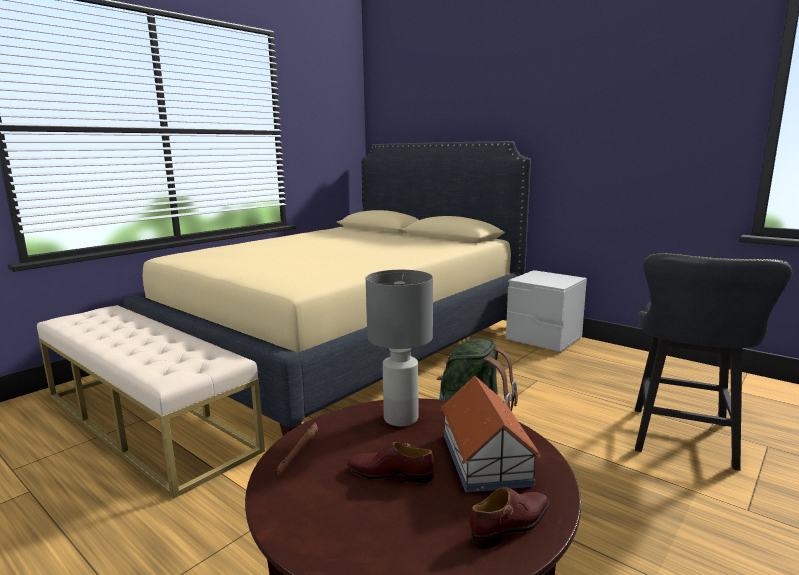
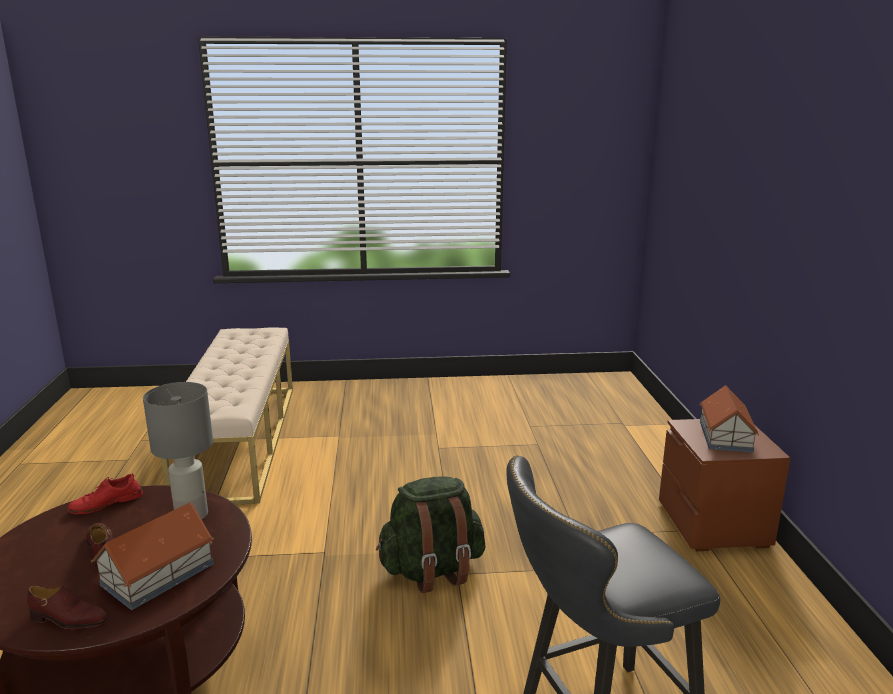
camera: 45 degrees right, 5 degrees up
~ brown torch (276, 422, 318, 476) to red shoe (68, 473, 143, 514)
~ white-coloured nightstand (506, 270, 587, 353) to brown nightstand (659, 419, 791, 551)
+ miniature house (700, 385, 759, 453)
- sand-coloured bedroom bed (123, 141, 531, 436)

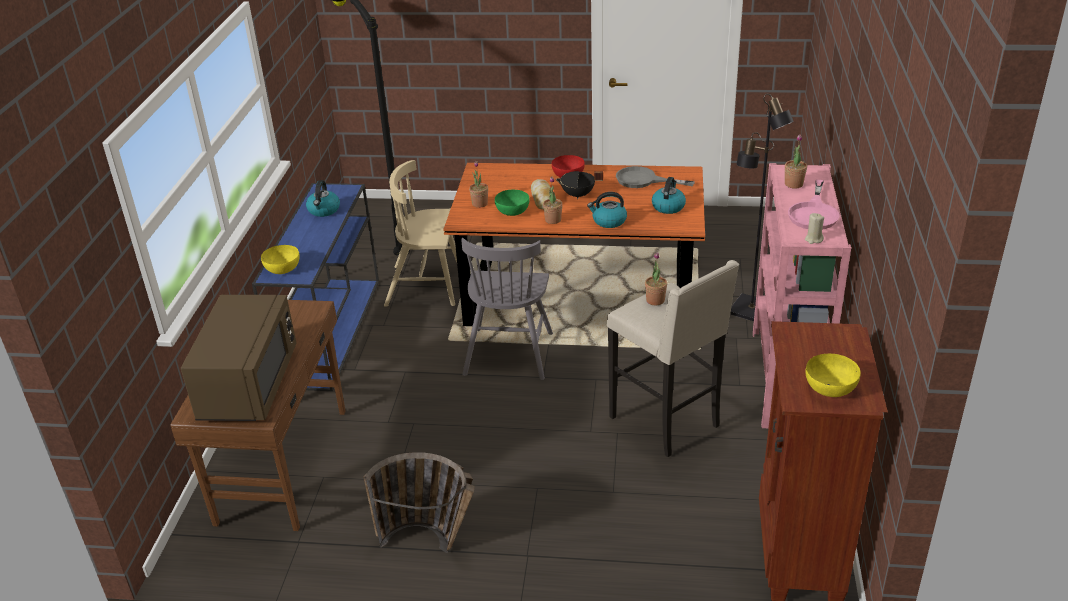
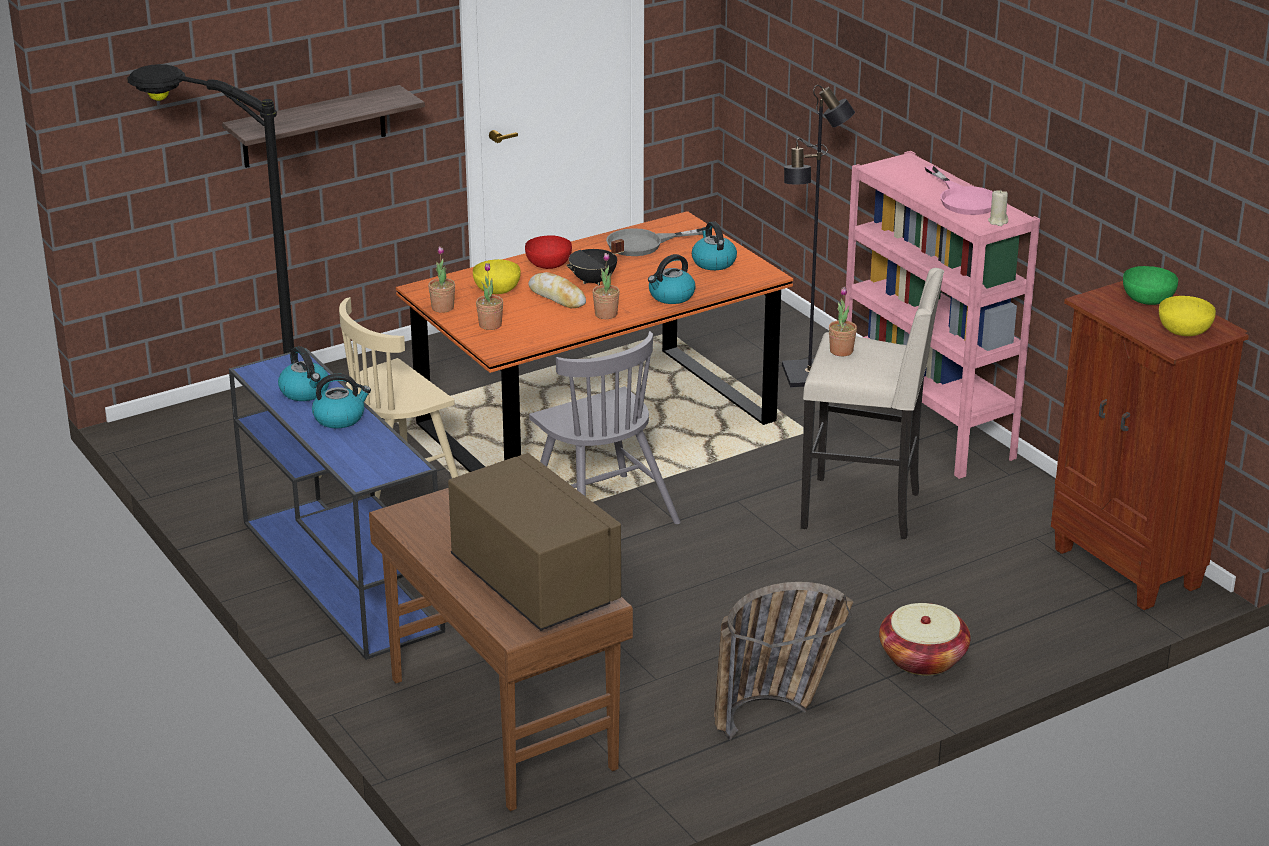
camera: 40 degrees left, 5 degrees down
+ bracket shelf (222, 85, 425, 168)
+ kettle (312, 374, 371, 428)
~ plant in a pot (785, 134, 807, 189) to (428, 246, 455, 313)
~ yellowish serving bowl (261, 245, 300, 274) to (473, 259, 521, 294)
+ storage basket (879, 603, 971, 676)
~ green-coloured serving bowl (495, 190, 529, 216) to (1123, 266, 1178, 305)

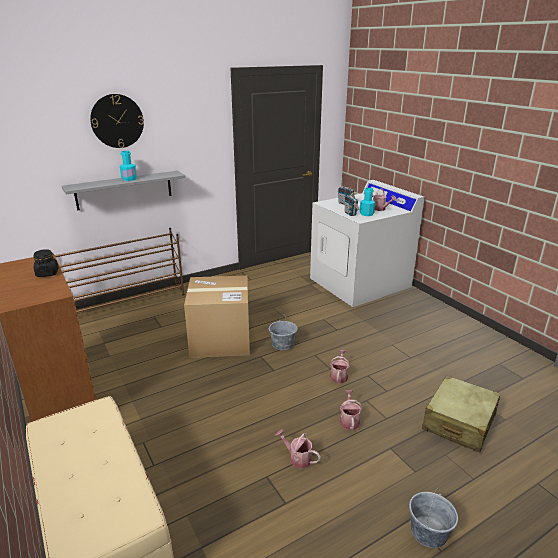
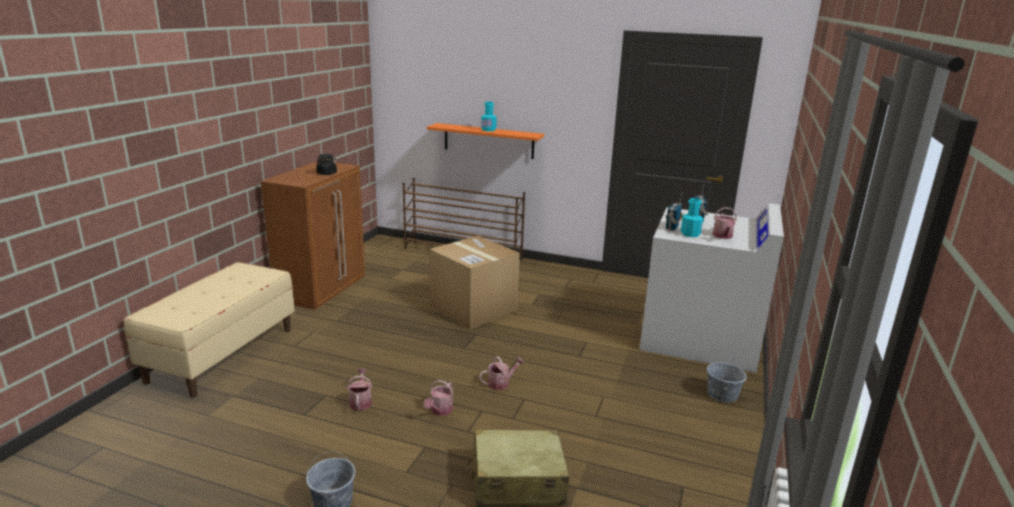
camera: 50 degrees right, 5 degrees down
~ sprinkling can (340, 390, 362, 430) = (424, 380, 453, 416) 150 degrees clockwise
~ gray bracket shelf (62, 171, 186, 211) to orange bracket shelf (427, 123, 544, 159)
~ gray bucket (269, 317, 298, 350) to (707, 354, 747, 403)
- hanging clock (90, 94, 144, 148)

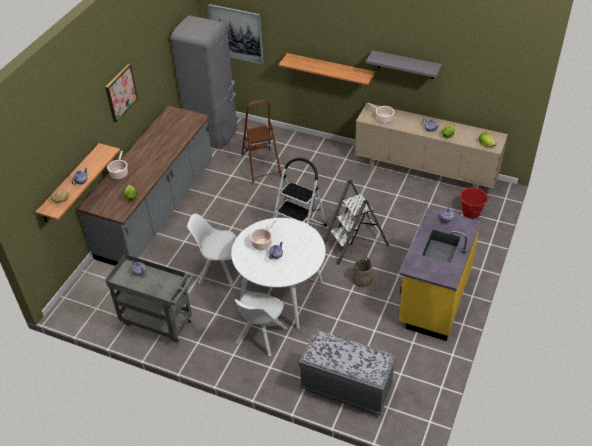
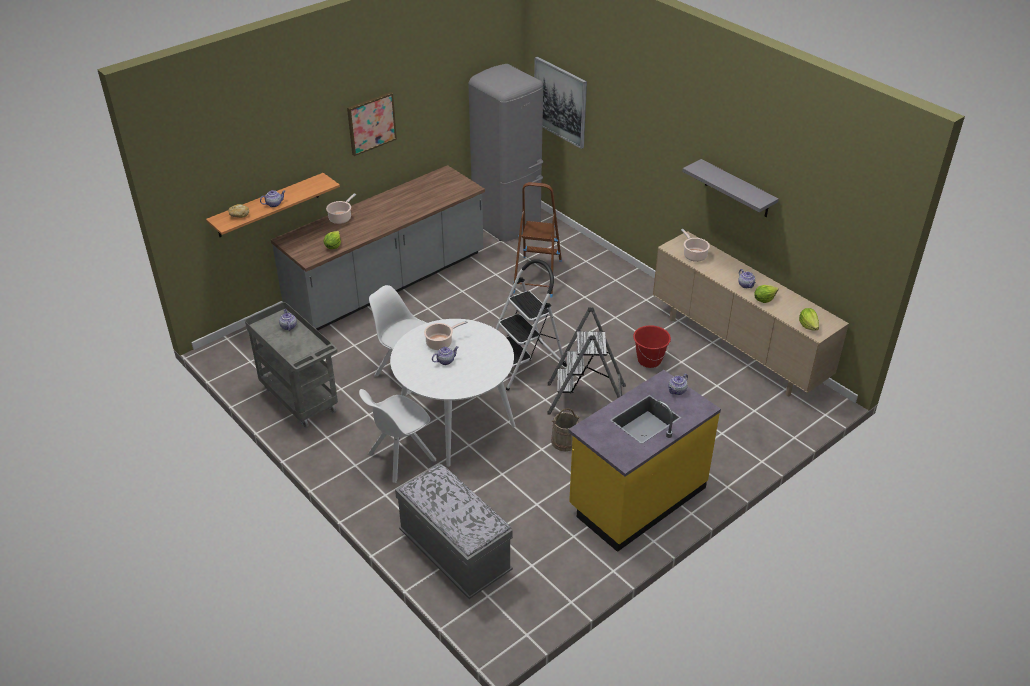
camera: 25 degrees right, 5 degrees down
~ red bucket (460, 187, 488, 219) to (633, 325, 671, 368)
- bracket shelf (278, 53, 375, 86)

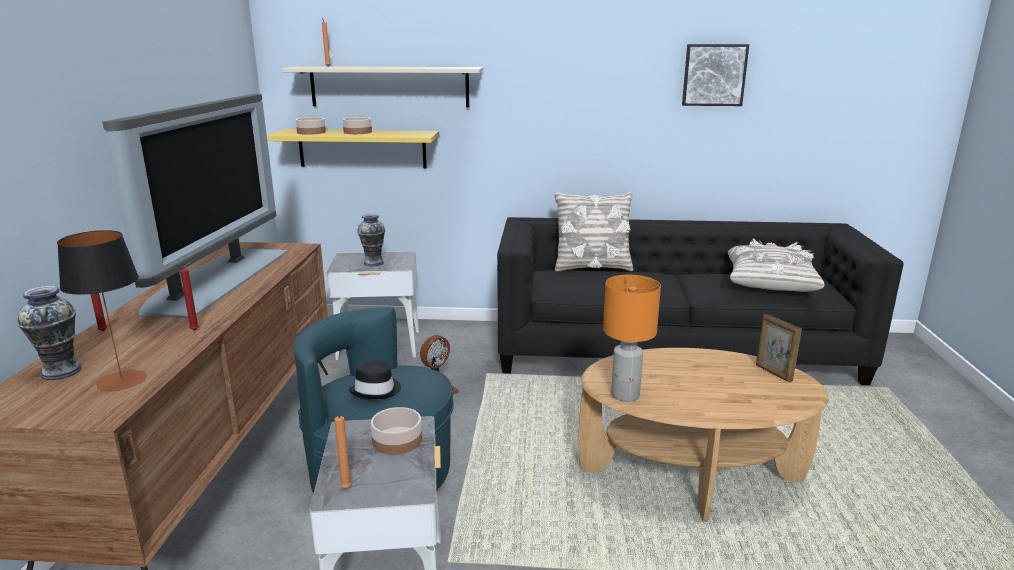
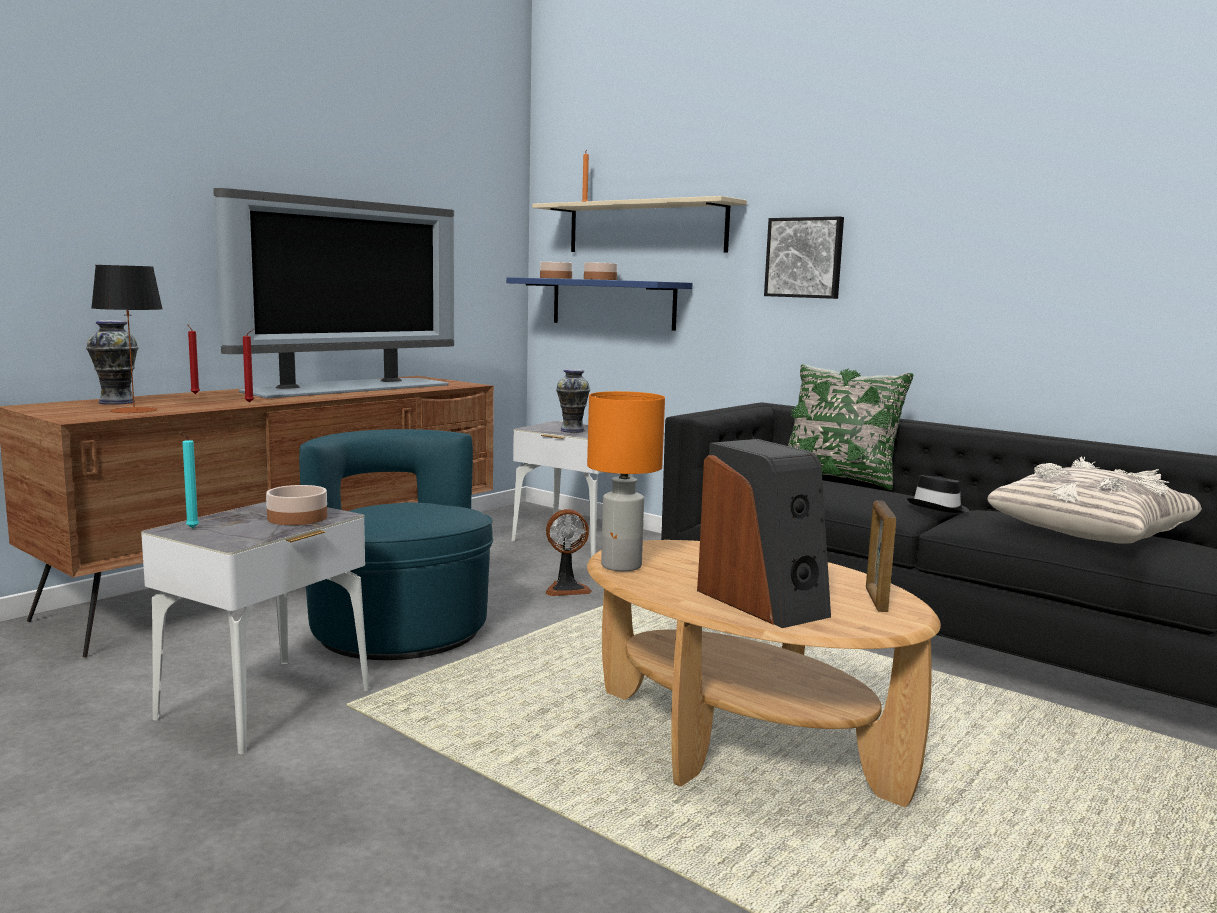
camera: 35 degrees right, 10 degrees down
~ orange candle (334, 414, 352, 488) to turquoise-coloured candle (179, 433, 199, 528)
~ yellowish bracket shelf (267, 129, 439, 169) to blue bracket shelf (506, 277, 693, 331)
+ speaker (697, 439, 831, 628)
~ wall art (682, 44, 749, 106) to (764, 216, 844, 299)
~ sand-coloured throw pillow (554, 192, 633, 272) to green-coloured throw pillow (788, 364, 913, 490)
~ black-coloured hat (349, 361, 401, 399) to (907, 475, 969, 513)

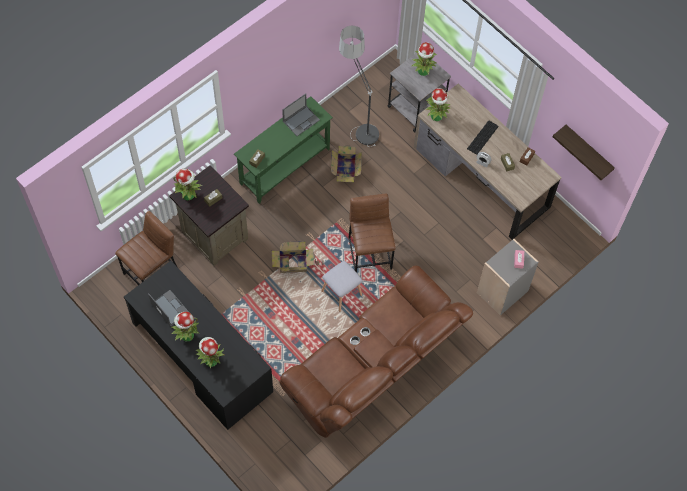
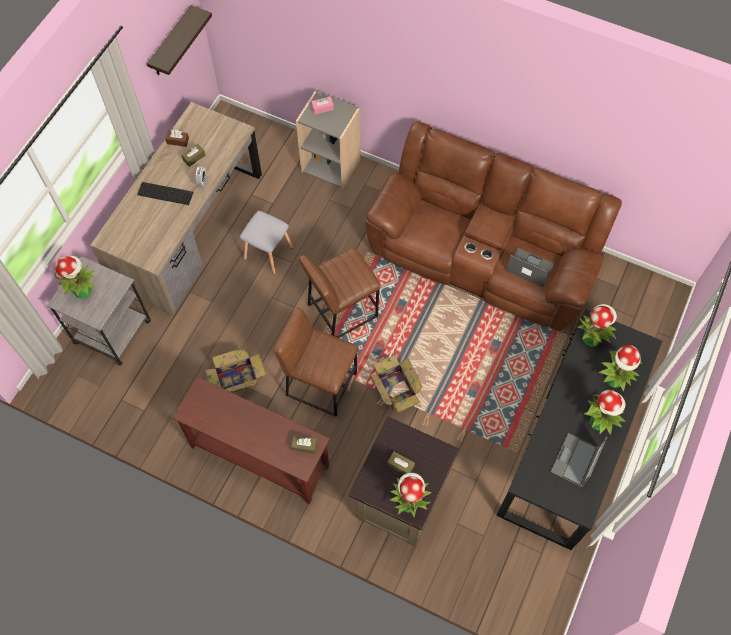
camera: 110 degrees left, 0 degrees up
~ green-coloured console table (234, 96, 333, 204) to brown console table (172, 377, 330, 505)
~ gray stool (321, 261, 362, 312) to (240, 211, 293, 275)
~ brown upright chair (115, 211, 177, 285) to (274, 307, 358, 417)
~ portable computer (282, 93, 320, 136) to (506, 248, 554, 287)
~ plant in a pot (425, 88, 450, 121) to (577, 304, 617, 347)
- standard lamp (339, 25, 379, 147)

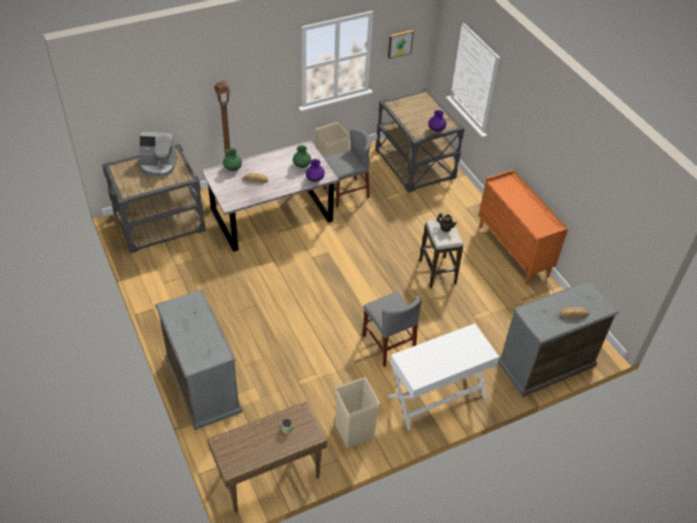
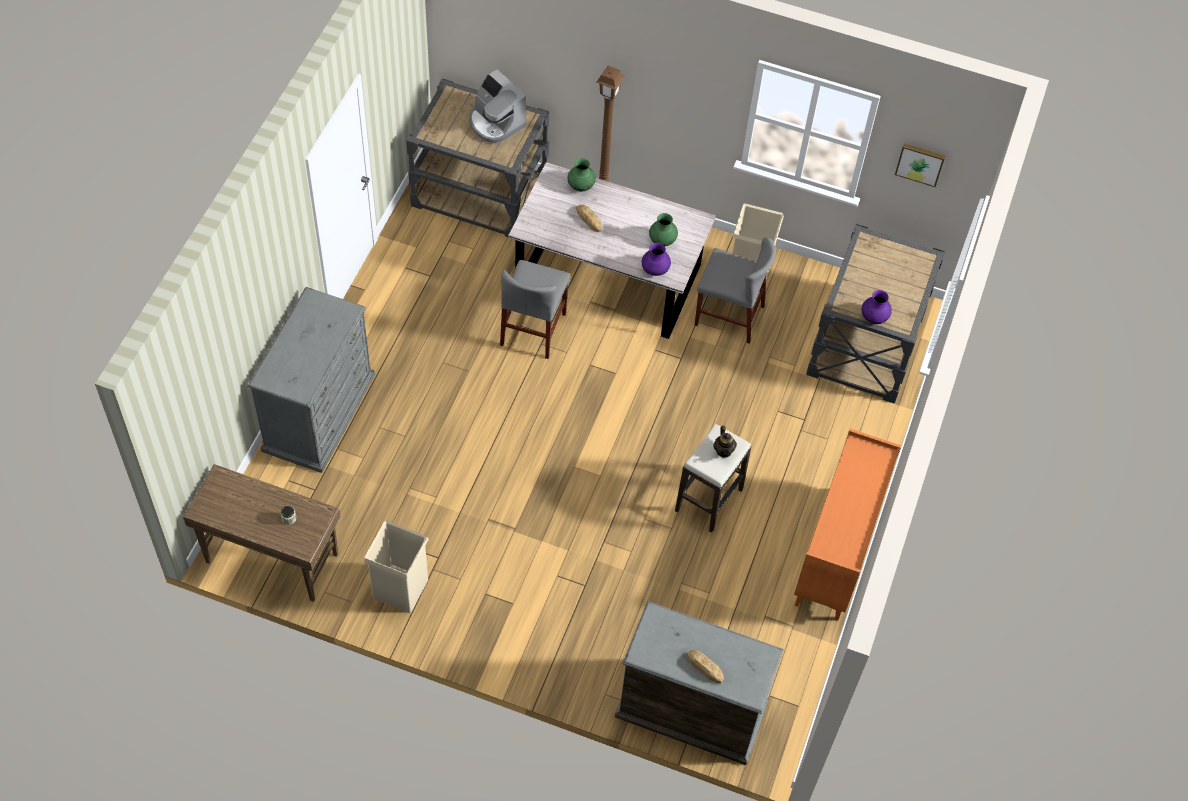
camera: 45 degrees right, 10 degrees up
~ gray upright chair (363, 292, 422, 367) to (500, 260, 571, 359)
- white-coloured console table (387, 323, 499, 430)

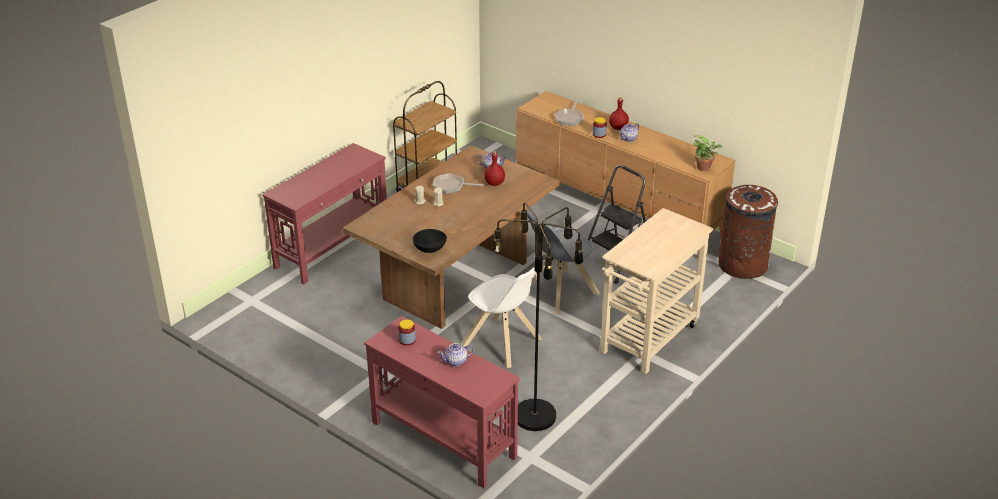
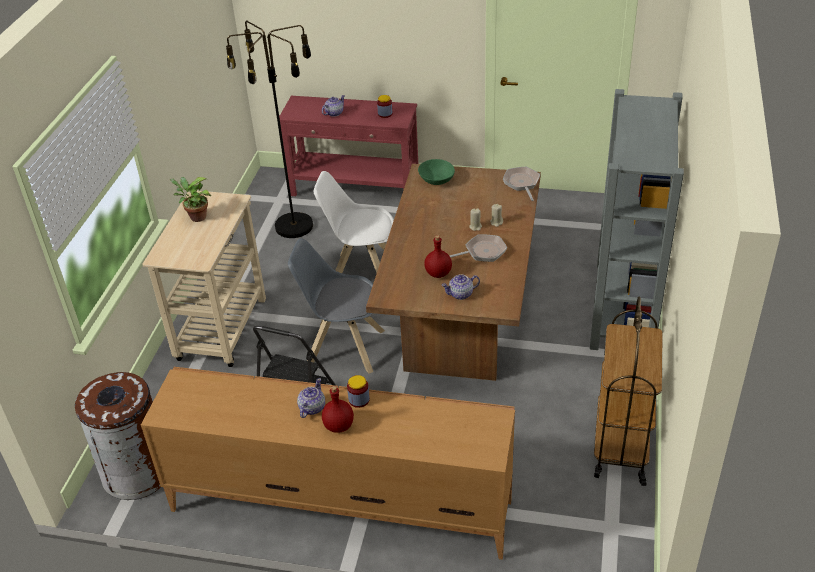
camera: 155 degrees right, 5 degrees up
~ plant in a pot (693, 135, 722, 171) to (170, 177, 211, 222)
~ gray upright chair (527, 210, 600, 314) = (288, 238, 385, 374) 105 degrees counterclockwise
~ black-coloured serving bowl (413, 229, 447, 253) to green-coloured serving bowl (418, 159, 455, 185)
~ frying pan (554, 101, 584, 126) to (503, 167, 540, 201)
~ red console table (262, 143, 387, 285) to gray bookshelf (590, 89, 684, 350)

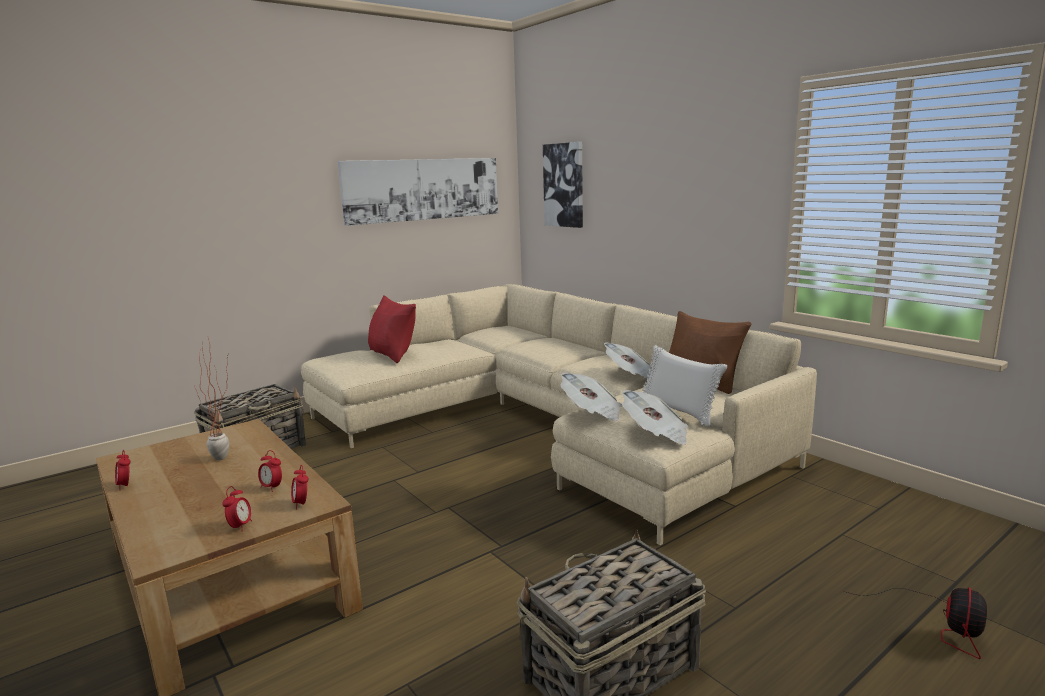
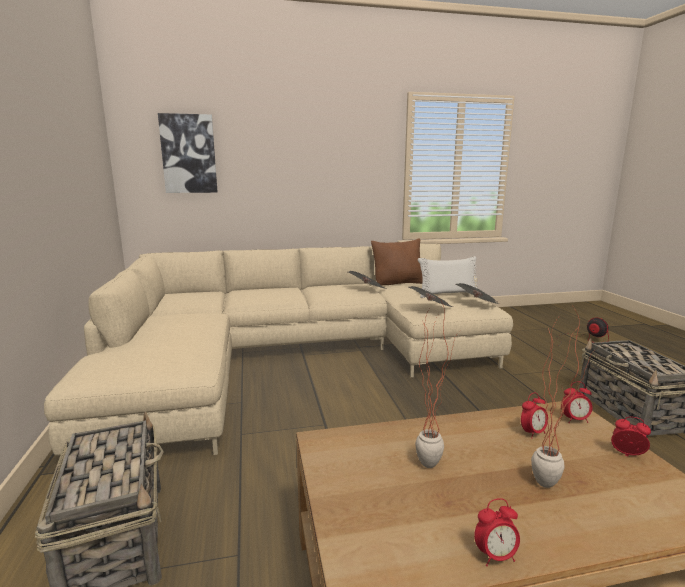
camera: 65 degrees left, 0 degrees up
+ plant in a pot (531, 307, 597, 488)
- wall art (338, 158, 498, 226)
- red throw pillow (368, 295, 416, 363)

